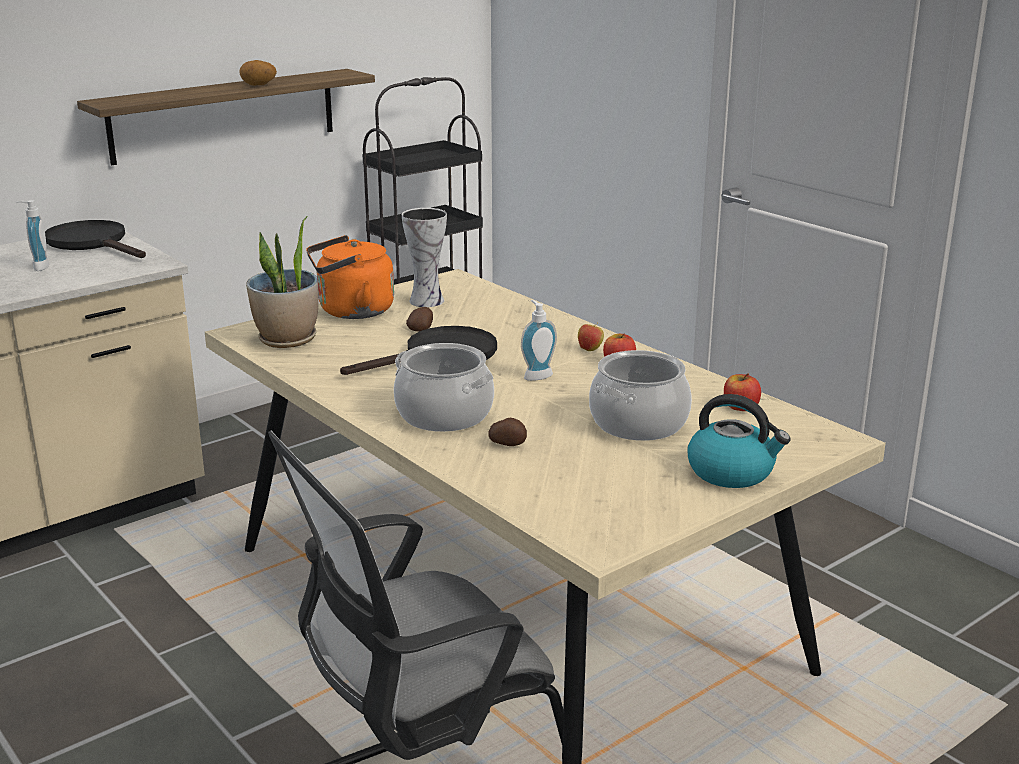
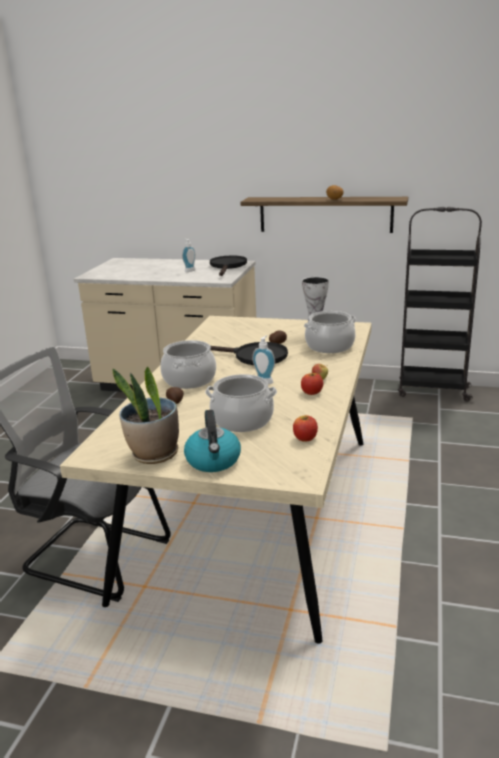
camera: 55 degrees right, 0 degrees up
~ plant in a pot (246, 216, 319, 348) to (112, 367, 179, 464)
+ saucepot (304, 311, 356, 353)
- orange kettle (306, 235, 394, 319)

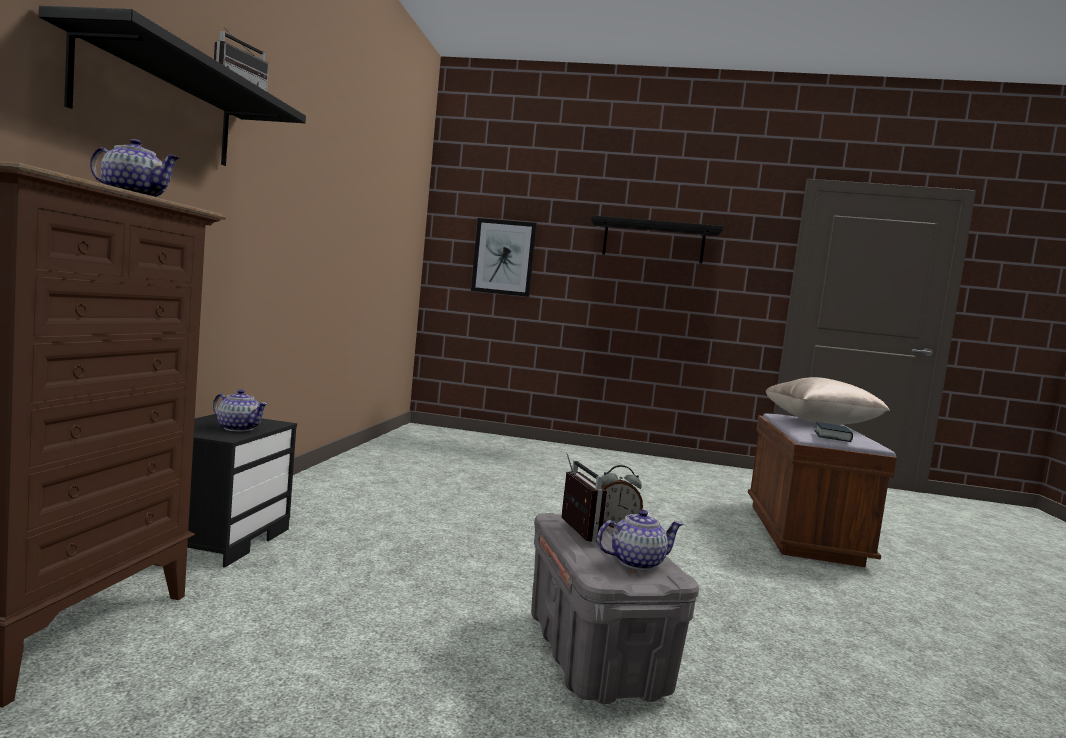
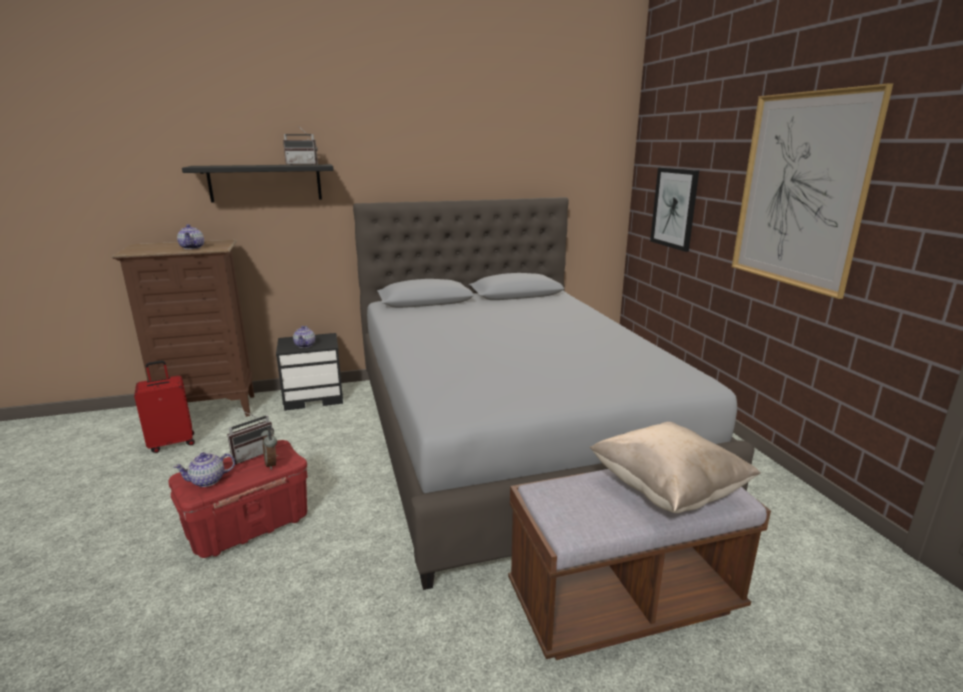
camera: 65 degrees right, 15 degrees up
+ red piece of luggage (134, 360, 195, 453)
~ gray storage box (531, 513, 699, 704) to red storage box (168, 440, 307, 558)
~ tea pot (597, 510, 683, 570) = (173, 452, 235, 487) 105 degrees clockwise
+ gray bedroom bed (353, 197, 755, 590)
~ black-coloured bracket shelf (591, 215, 724, 263) to wall art (732, 83, 893, 299)
- book (815, 422, 853, 442)

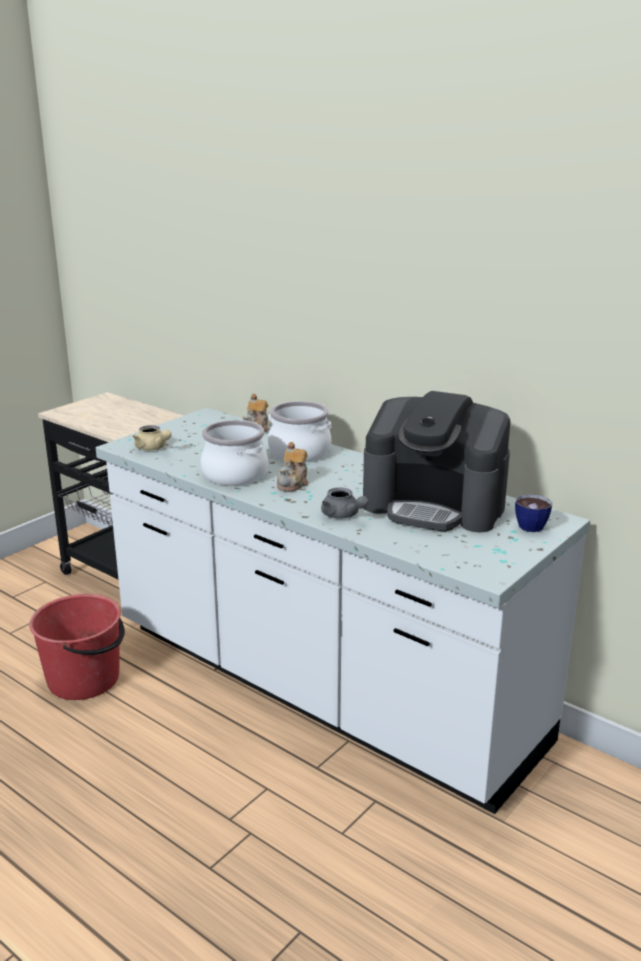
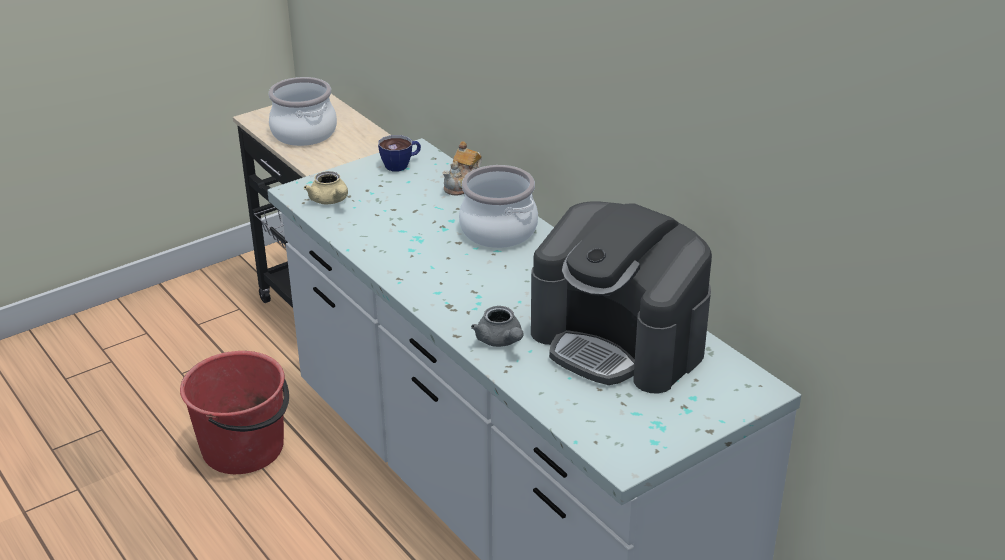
camera: 15 degrees right, 10 degrees up
~ saucepot (200, 420, 268, 486) to (269, 77, 337, 146)
~ drinking cup (515, 494, 552, 532) to (378, 135, 421, 171)
- tea pot (277, 442, 309, 492)

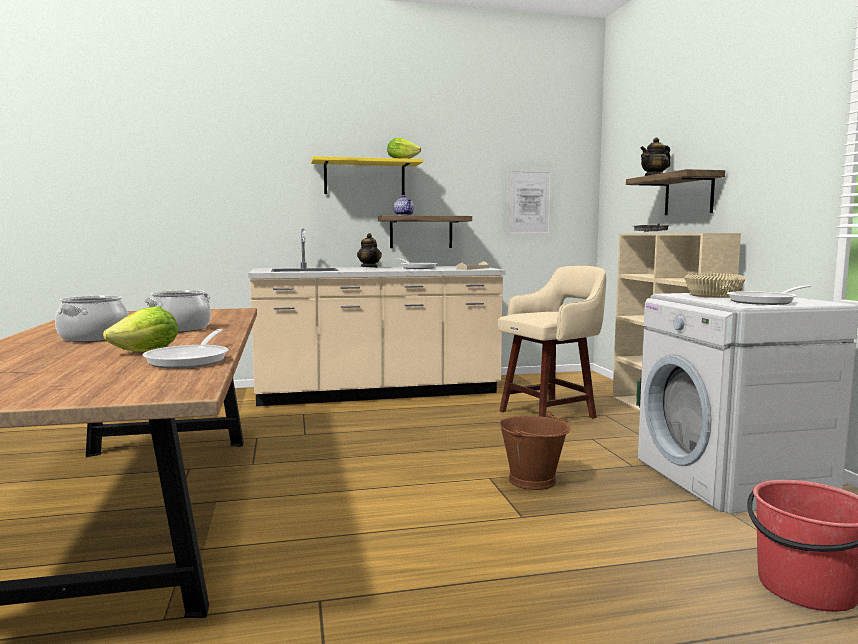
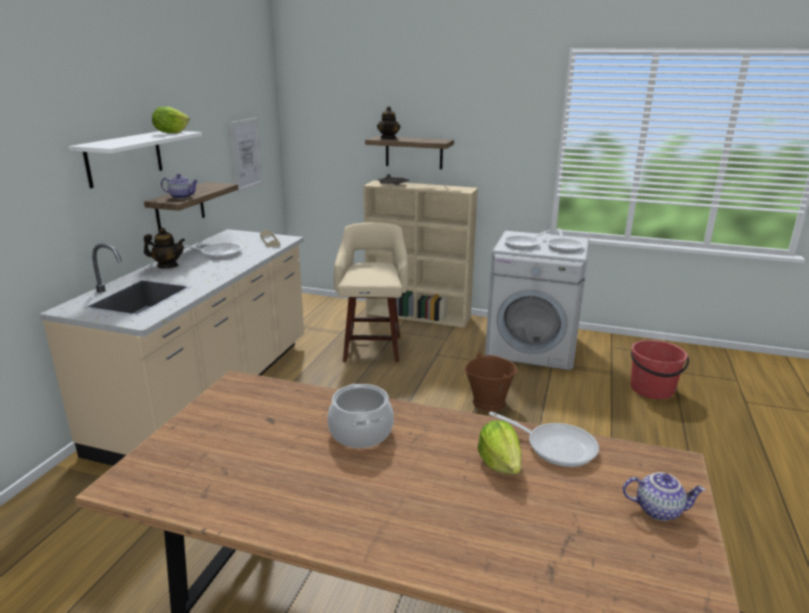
camera: 60 degrees left, 15 degrees up
~ yellowish bracket shelf (311, 156, 423, 195) to white-coloured bracket shelf (68, 131, 202, 188)
~ sand-coloured serving bowl (684, 273, 746, 298) to frying pan (504, 230, 550, 249)
+ tea pot (623, 472, 706, 521)
- saucepot (55, 296, 129, 342)

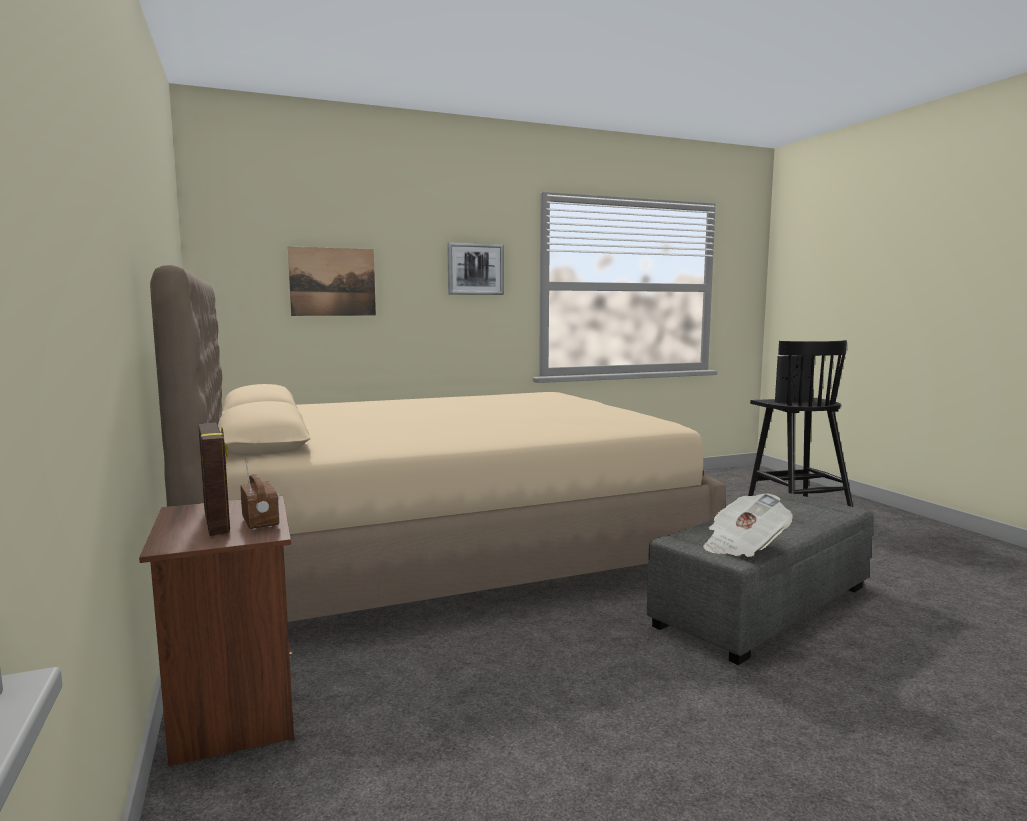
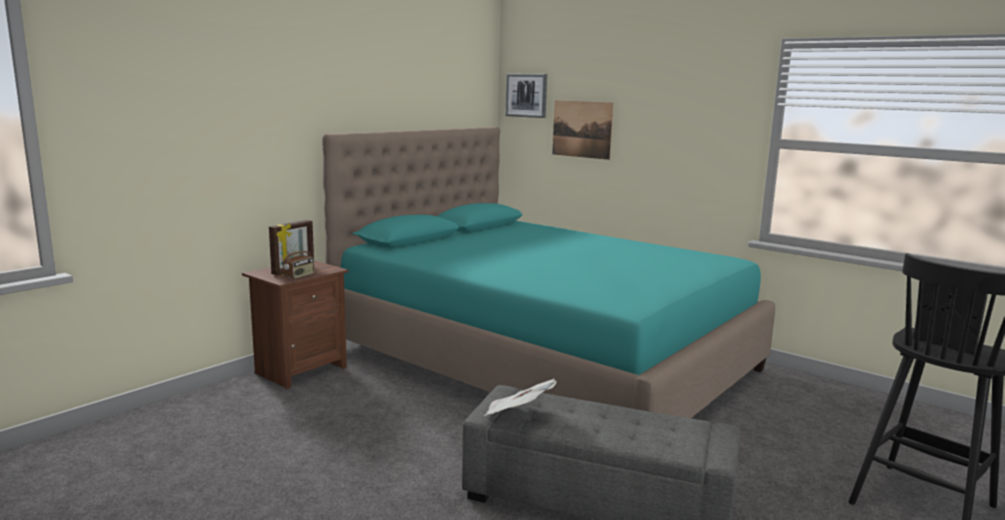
camera: 60 degrees right, 5 degrees up
~ sand-coloured bedroom bed (150, 265, 726, 622) to turquoise-coloured bedroom bed (322, 127, 775, 419)
~ wall art (447, 243, 504, 295) to (505, 73, 547, 118)

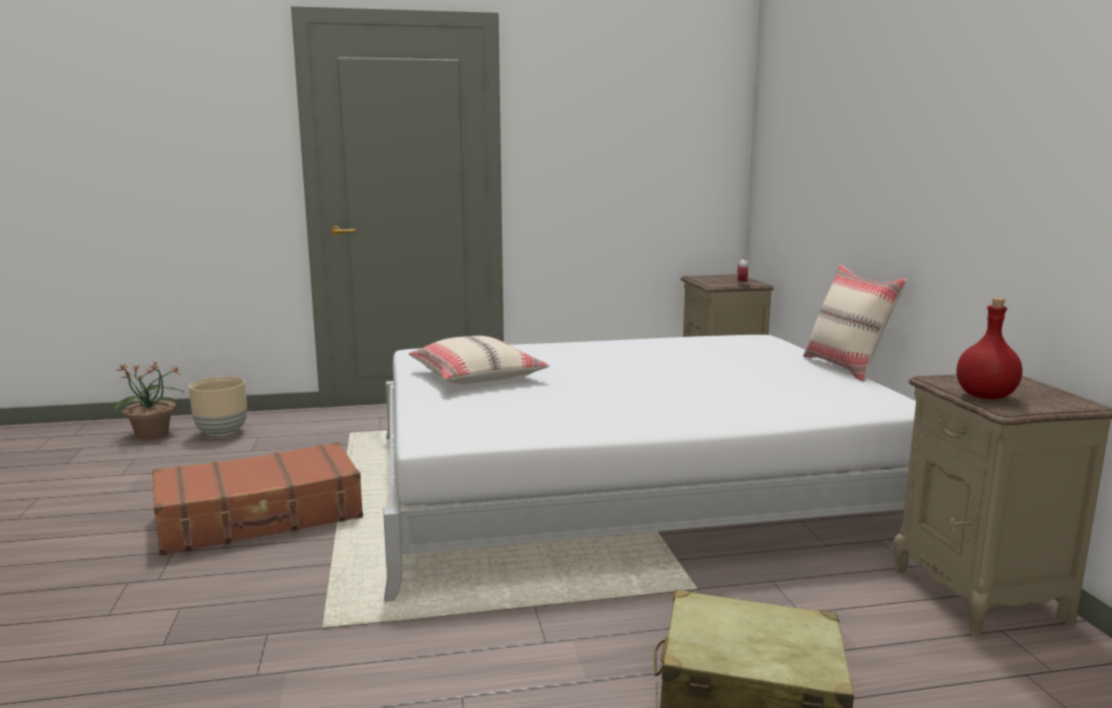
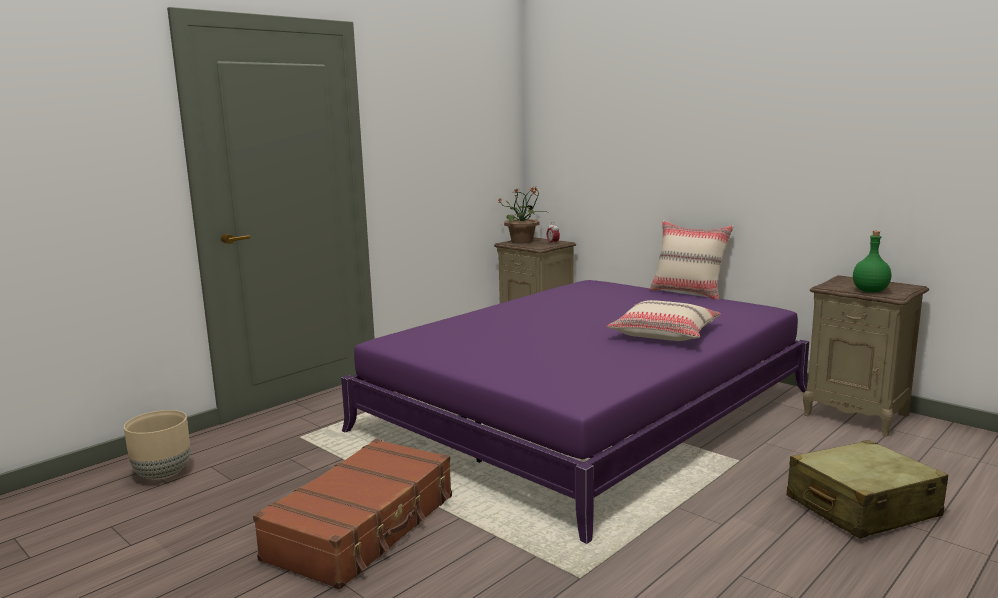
camera: 35 degrees left, 0 degrees up
~ white-coloured bedroom bed (384, 335, 916, 602) to purple bedroom bed (341, 280, 809, 544)
~ plant in a pot (114, 362, 184, 440) to (498, 186, 546, 243)
~ sand-coloured throw pillow (409, 336, 549, 384) to (607, 300, 721, 341)
~ red drink bottle (957, 298, 1022, 399) to green-coloured drink bottle (853, 231, 891, 293)

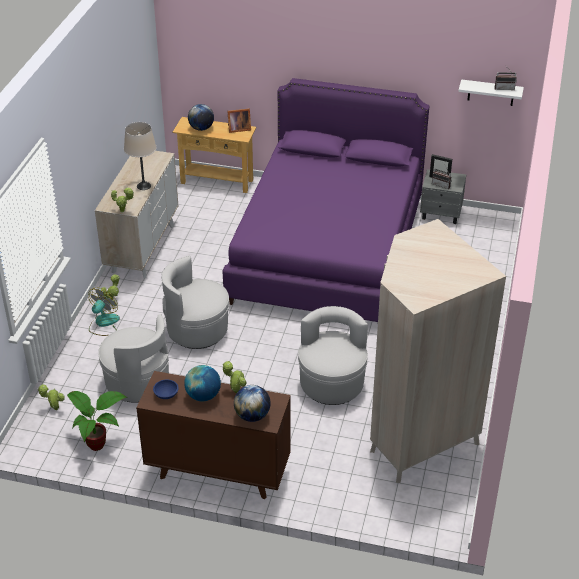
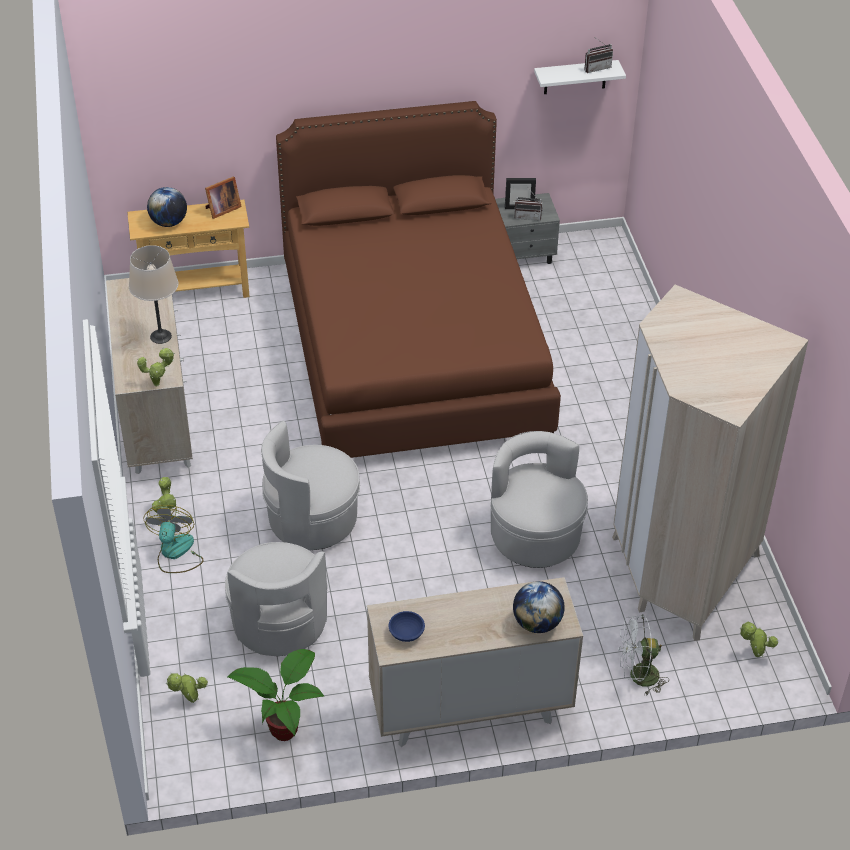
camera: 25 degrees left, 5 degrees up
~ white-coloured armchair (98, 314, 169, 403) = (225, 542, 328, 656) 60 degrees clockwise
~ purple bedroom bed (223, 78, 429, 322) to brown bedroom bed (276, 101, 561, 458)
~ brown chest of drawers (136, 371, 291, 499) to white-coloured chest of drawers (367, 577, 583, 747)
+ white-coloured fan (618, 615, 669, 696)
~ plant in a pot (222, 361, 247, 394) to (740, 621, 778, 657)
- world globe (184, 365, 221, 402)

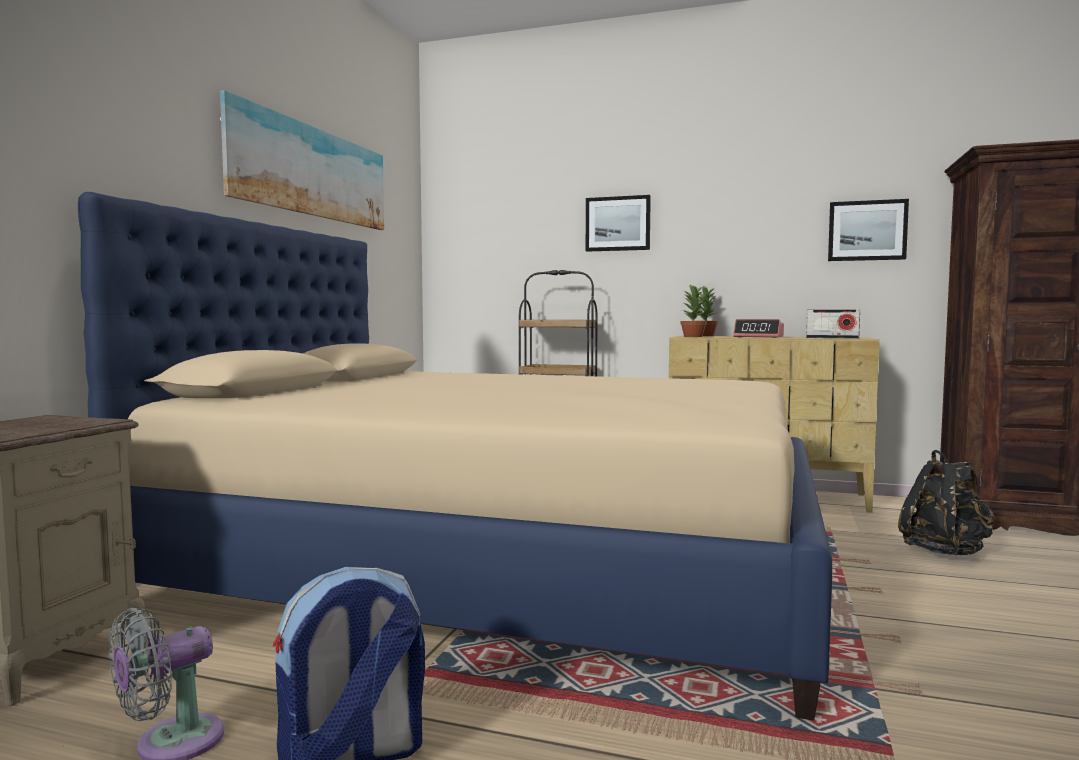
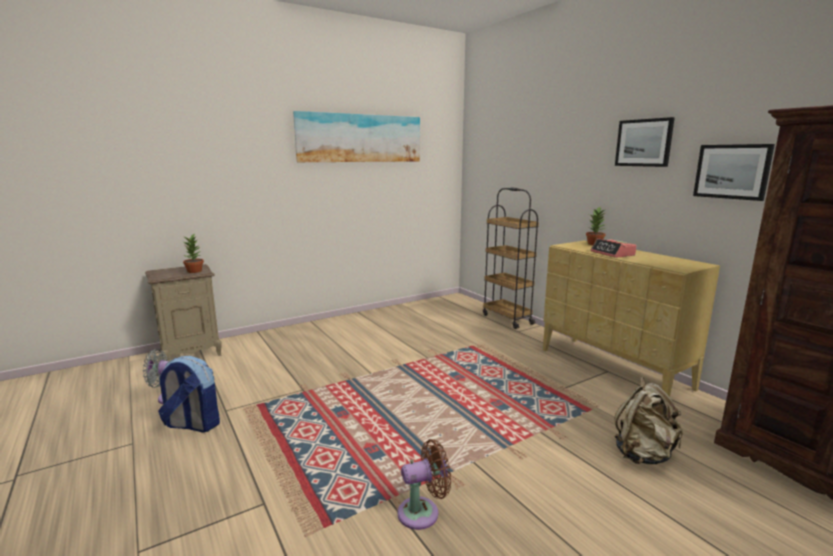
camera: 40 degrees right, 10 degrees up
~ plant in a pot (680, 284, 707, 337) to (183, 234, 204, 273)
+ brown fan (398, 439, 451, 530)
~ wall art (586, 195, 651, 252) to (615, 117, 675, 167)
~ black-coloured knapsack (898, 450, 994, 555) to sand-coloured knapsack (615, 377, 683, 464)
- sand-coloured bedroom bed (78, 192, 833, 721)
- radio (806, 310, 860, 339)

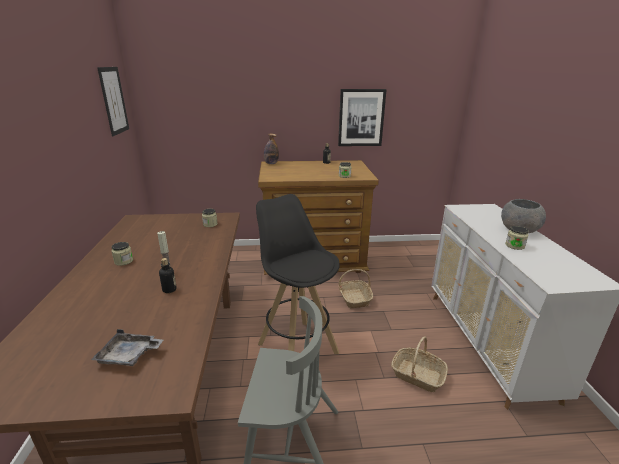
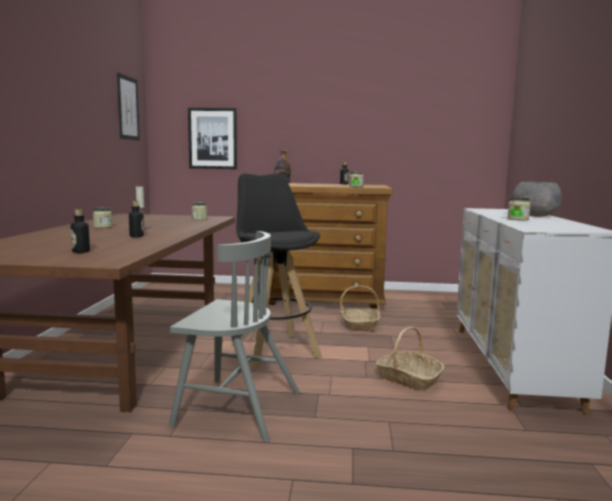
camera: 10 degrees right, 15 degrees down
~ gray carrying tray (91, 329, 163, 366) to drink bottle (71, 209, 90, 253)
~ wall art (338, 89, 387, 146) to (188, 108, 237, 169)

